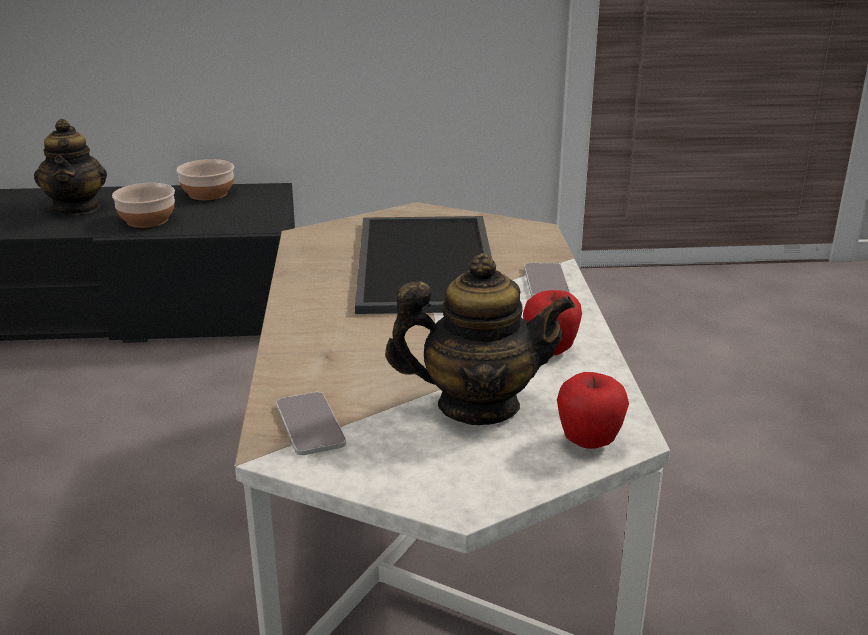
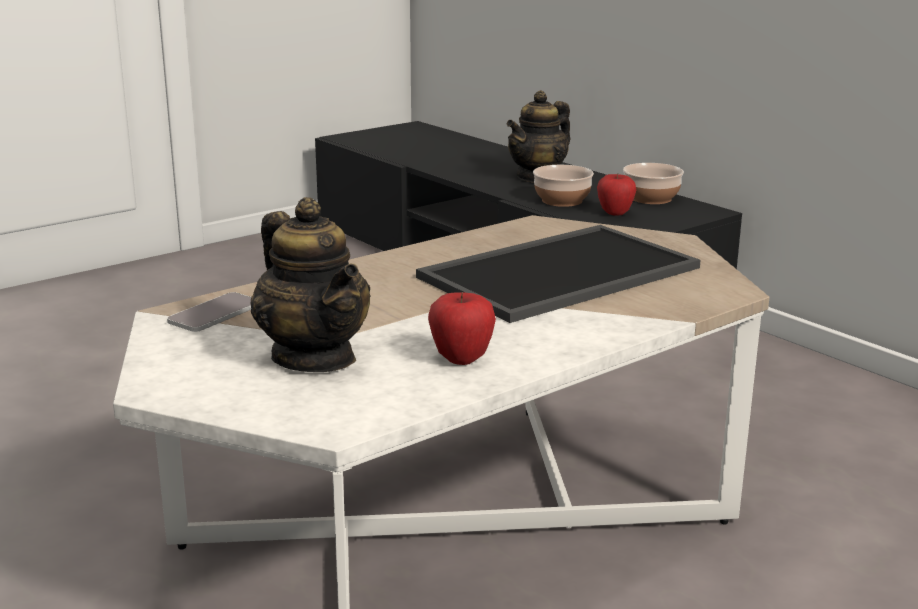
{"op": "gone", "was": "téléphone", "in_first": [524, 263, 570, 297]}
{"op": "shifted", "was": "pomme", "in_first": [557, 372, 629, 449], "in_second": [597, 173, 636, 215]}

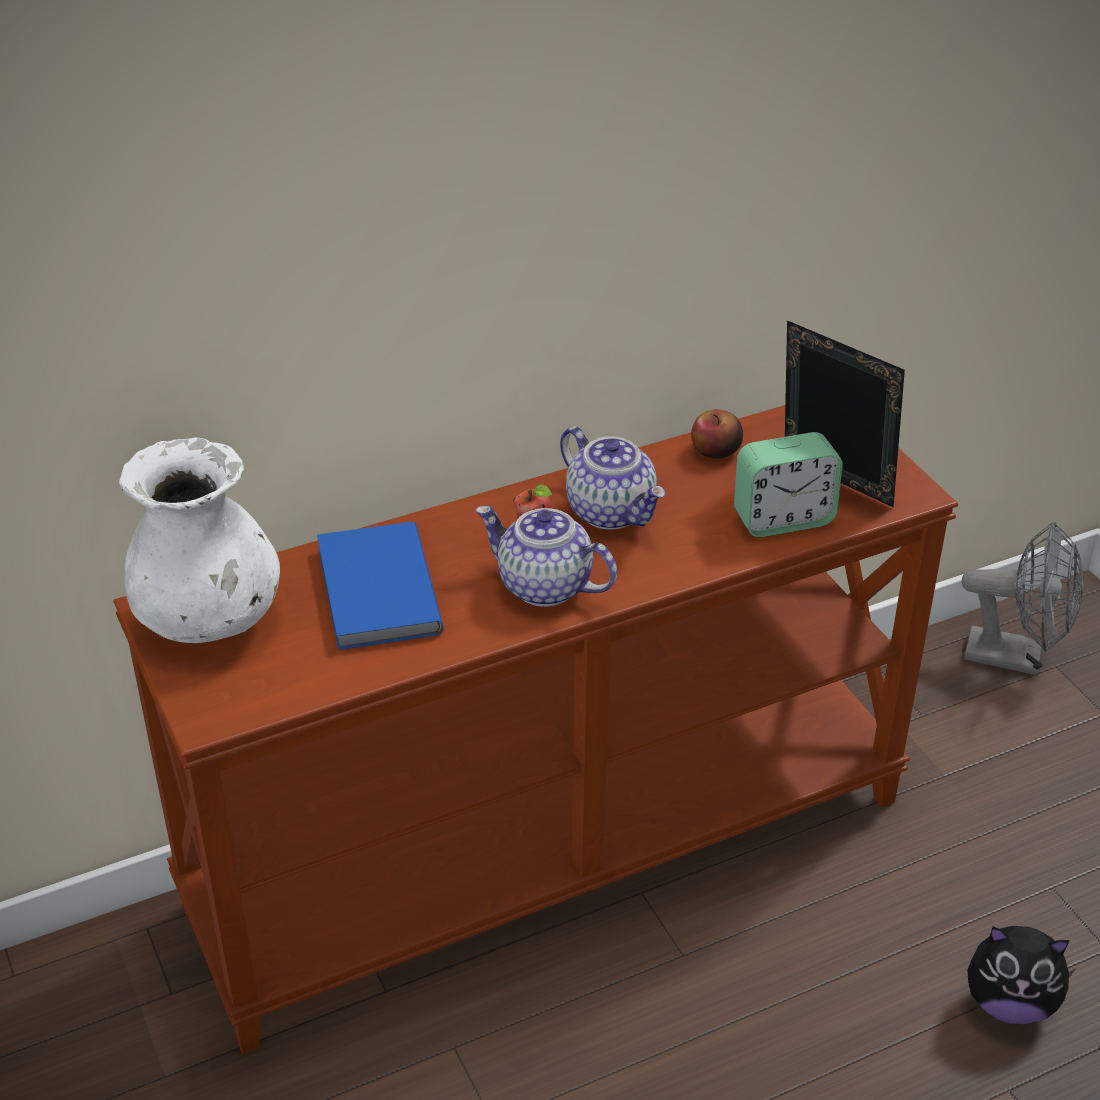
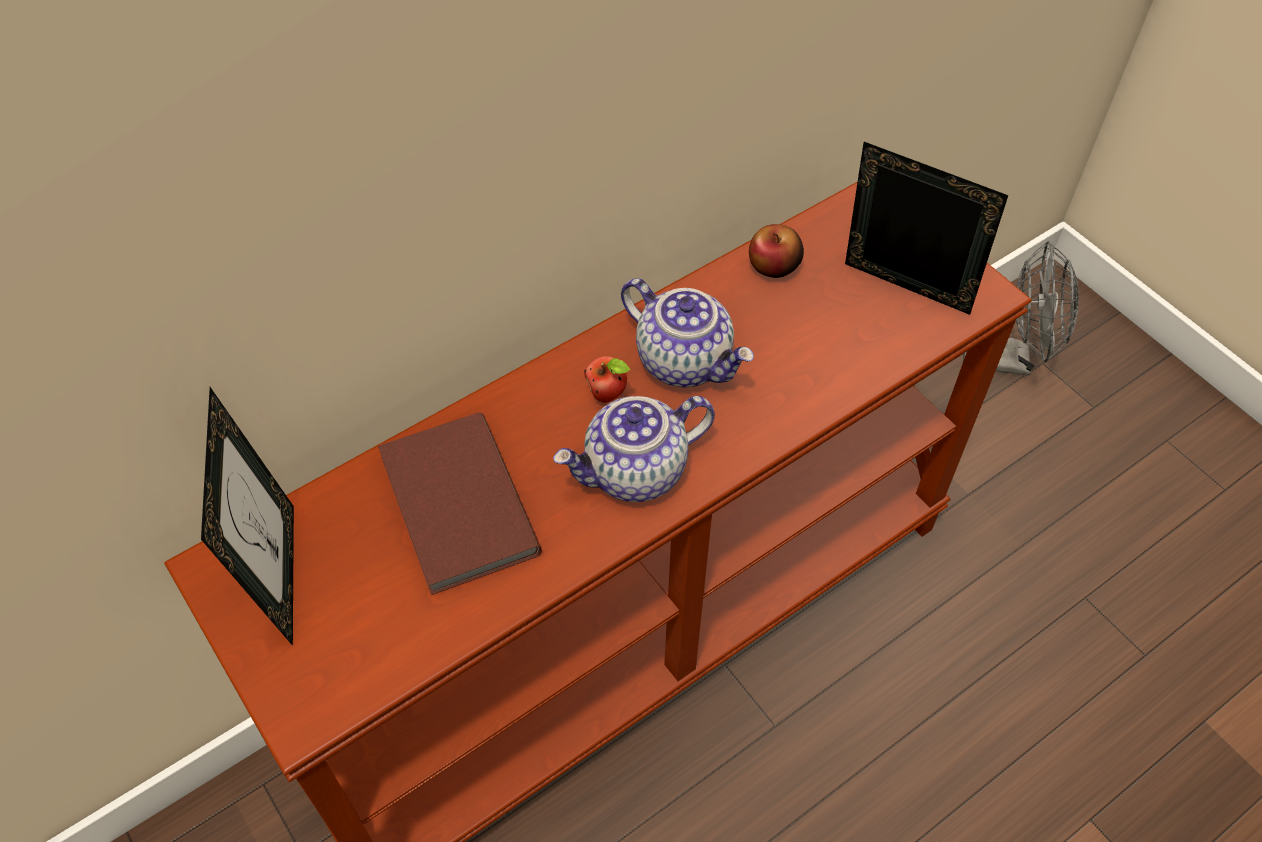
{"op": "gone", "was": "réveil", "in_first": [734, 432, 843, 537]}
{"op": "swapped", "was": "vase [blanc]", "now": "cadre photo", "in_first": [119, 438, 280, 643], "in_second": [201, 387, 294, 646]}
{"op": "rotated", "was": "théière", "in_first": [475, 505, 617, 607], "in_second": [553, 396, 715, 502], "clockwise": -45}
{"op": "repainted", "was": "livre [bleu]", "now": "livre [marron]", "in_first": [317, 522, 443, 650], "in_second": [378, 412, 542, 595]}
{"op": "gone", "was": "peluche", "in_first": [967, 926, 1075, 1025]}

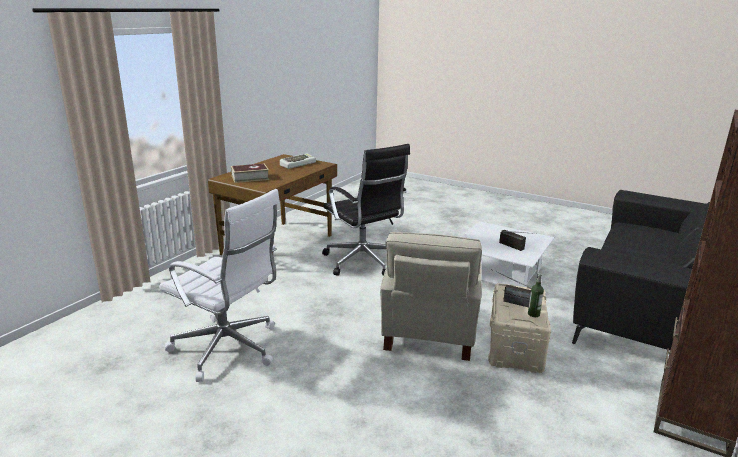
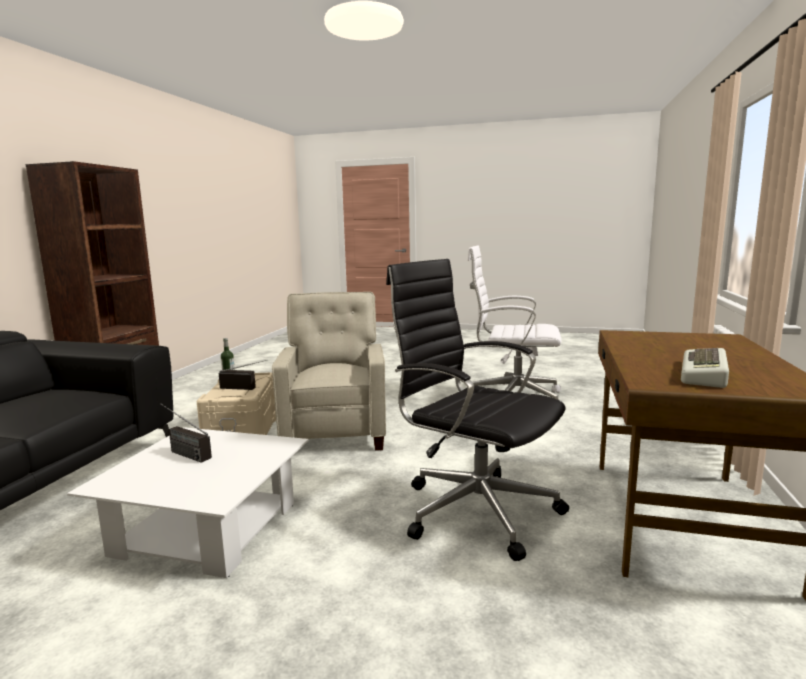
{"op": "gone", "was": "livre", "in_first": [231, 163, 269, 183]}

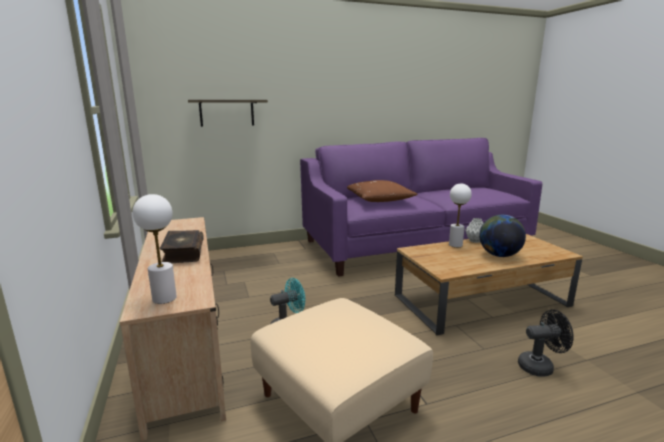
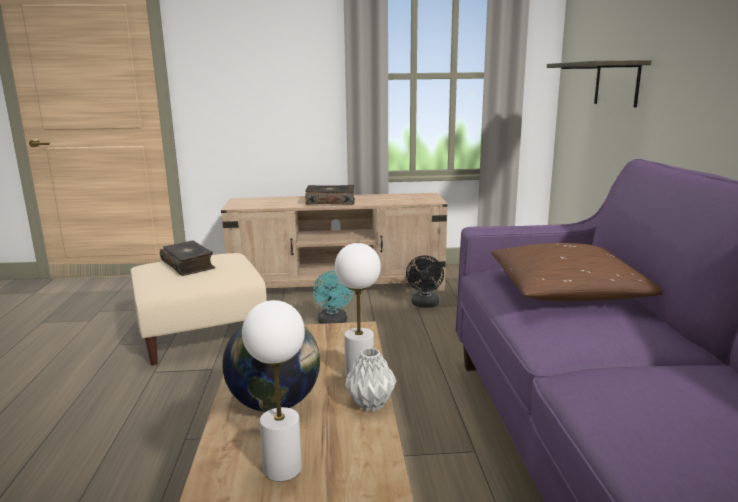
{"op": "shifted", "was": "lampe de table [blanc]", "in_first": [133, 194, 177, 304], "in_second": [242, 300, 305, 481]}
{"op": "shifted", "was": "ventilateur [noir]", "in_first": [518, 309, 574, 377], "in_second": [406, 255, 444, 308]}
{"op": "new", "now": "livre", "in_second": [160, 240, 216, 276]}

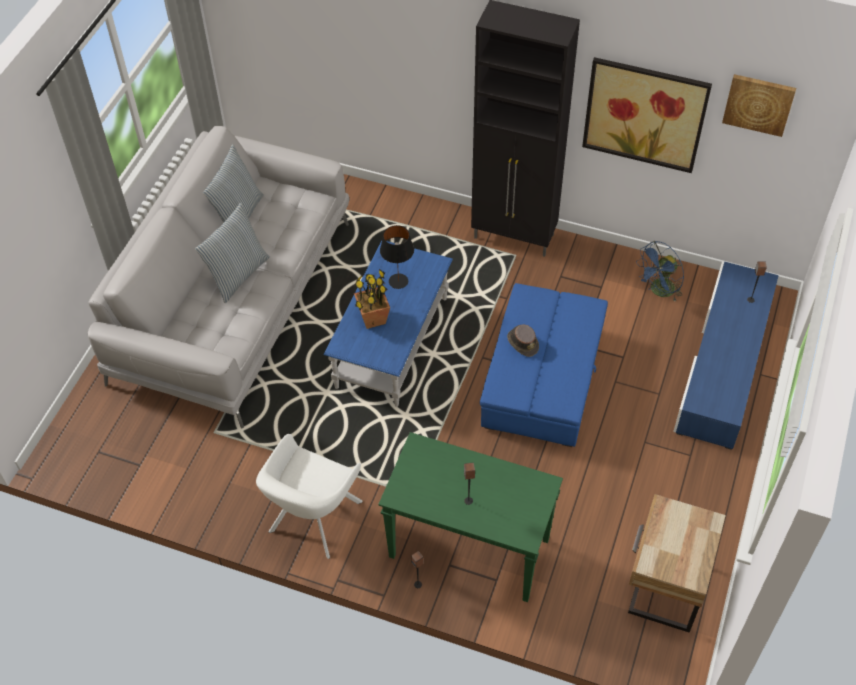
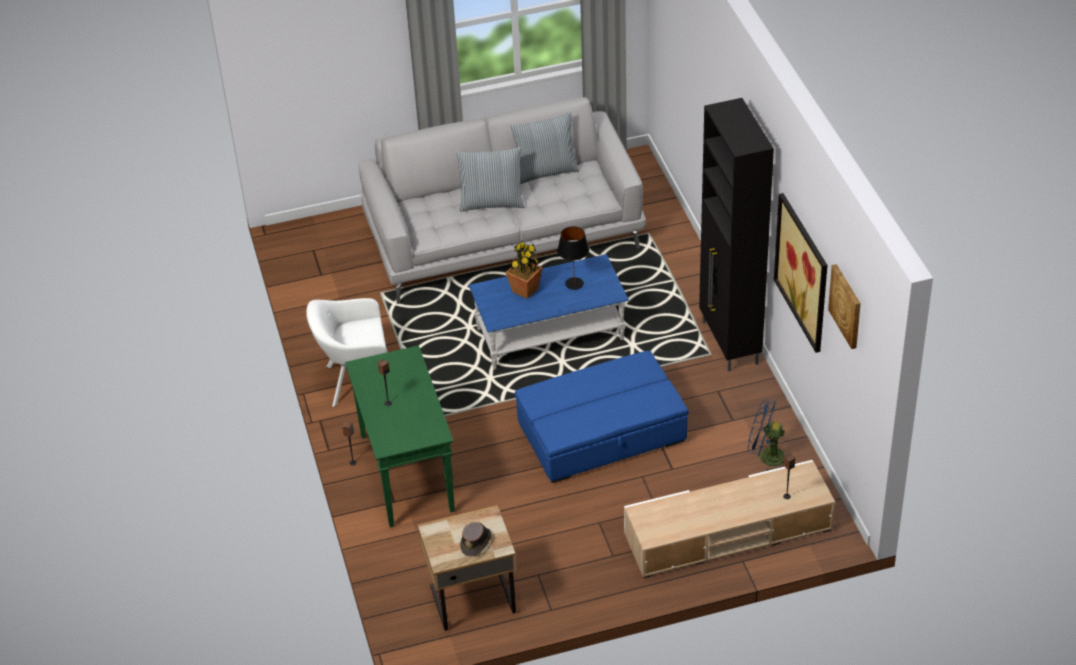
{"op": "repainted", "was": "meuble télé [bleu]", "now": "meuble télé [beige]", "in_first": [673, 261, 779, 450], "in_second": [624, 460, 835, 578]}
{"op": "shifted", "was": "chapeau [marron]", "in_first": [507, 325, 539, 357], "in_second": [460, 522, 491, 557]}

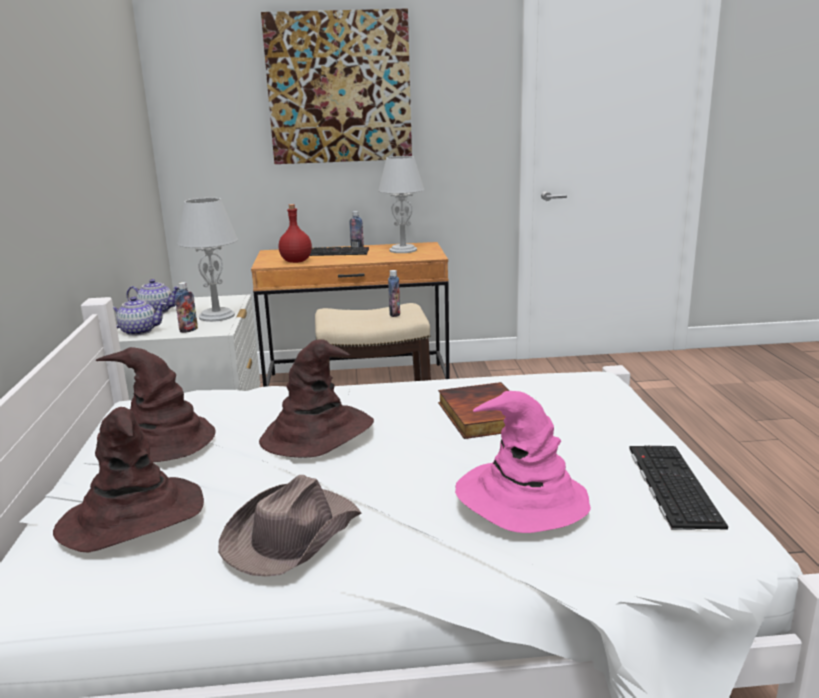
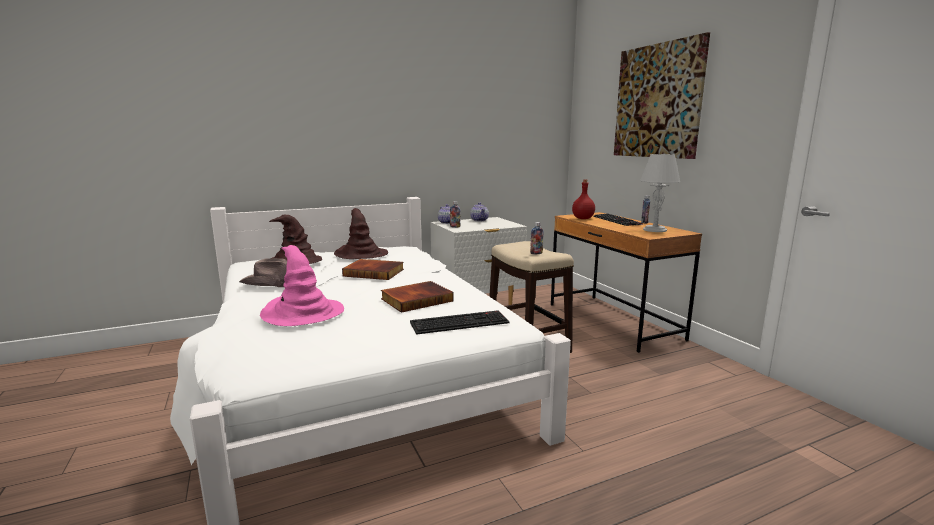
{"op": "gone", "was": "lampe de table [gris]", "in_first": [177, 198, 238, 322]}
{"op": "swapped", "was": "chapeau [marron]", "now": "livre", "in_first": [259, 339, 374, 457], "in_second": [342, 259, 404, 280]}
{"op": "shifted", "was": "clavier", "in_first": [629, 446, 728, 530], "in_second": [410, 310, 510, 335]}

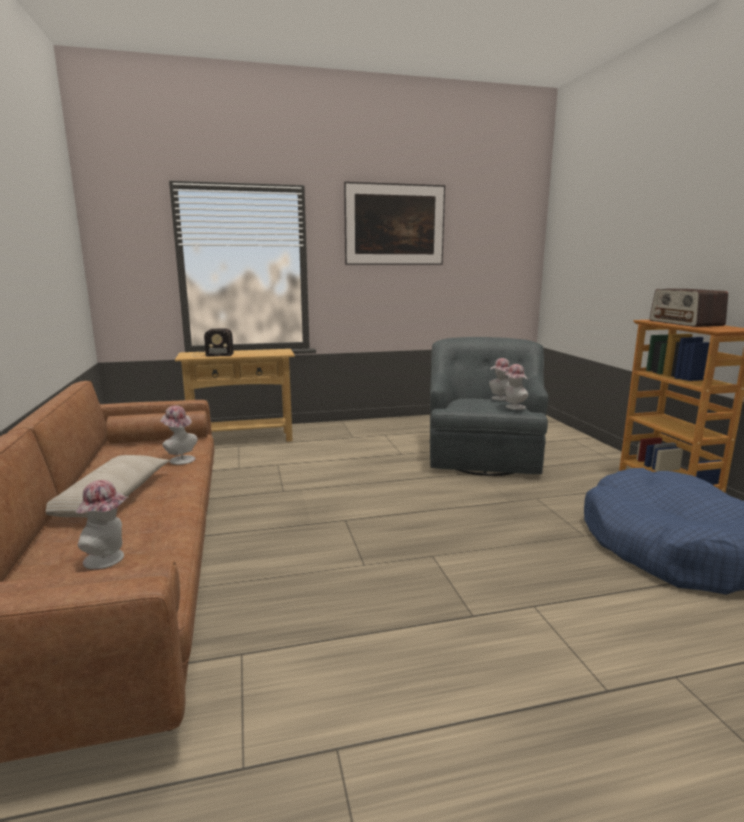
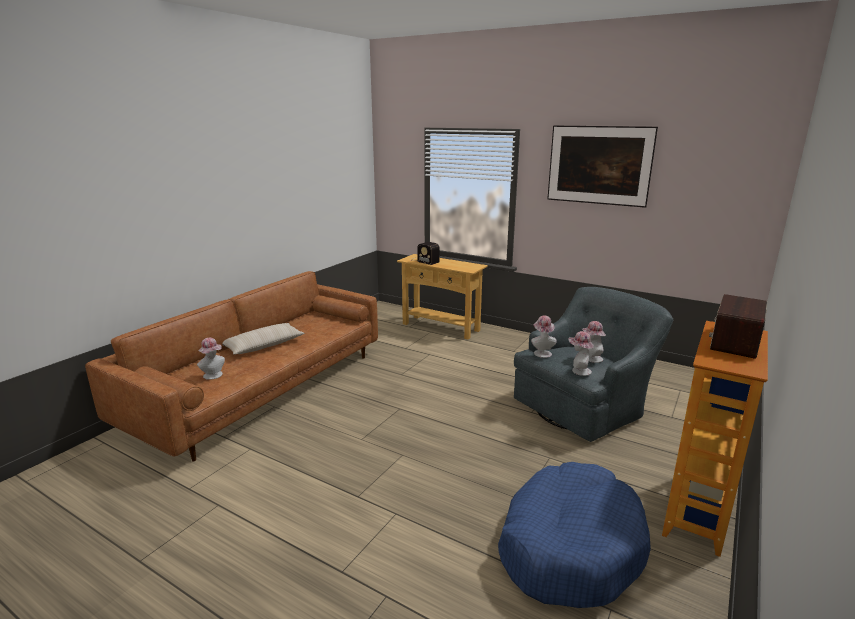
{"op": "shifted", "was": "chapeau", "in_first": [160, 405, 198, 465], "in_second": [531, 315, 557, 358]}

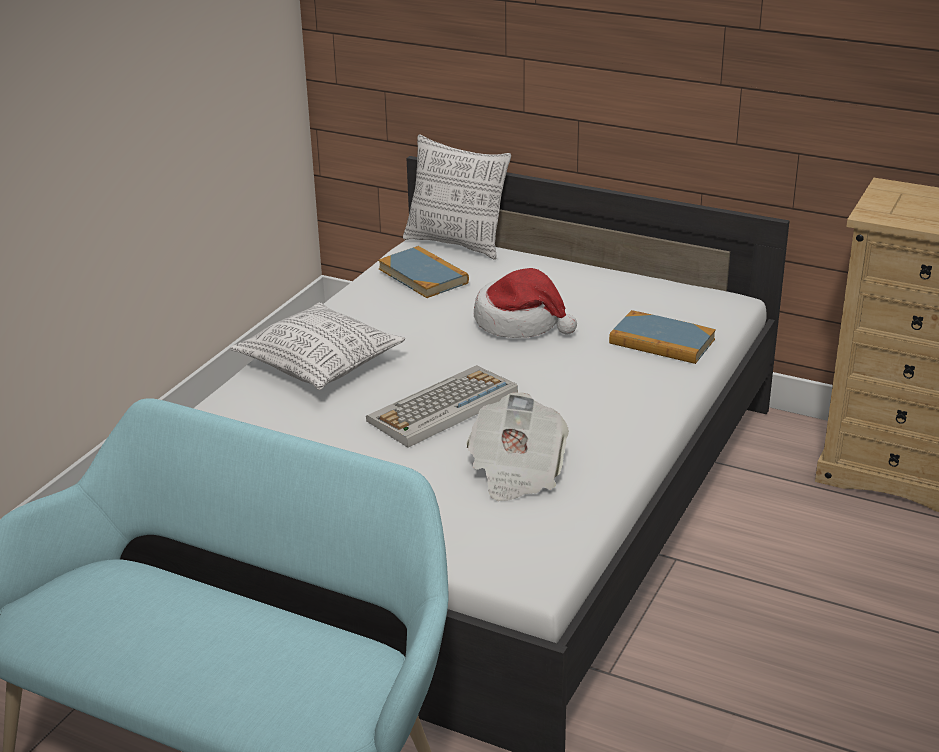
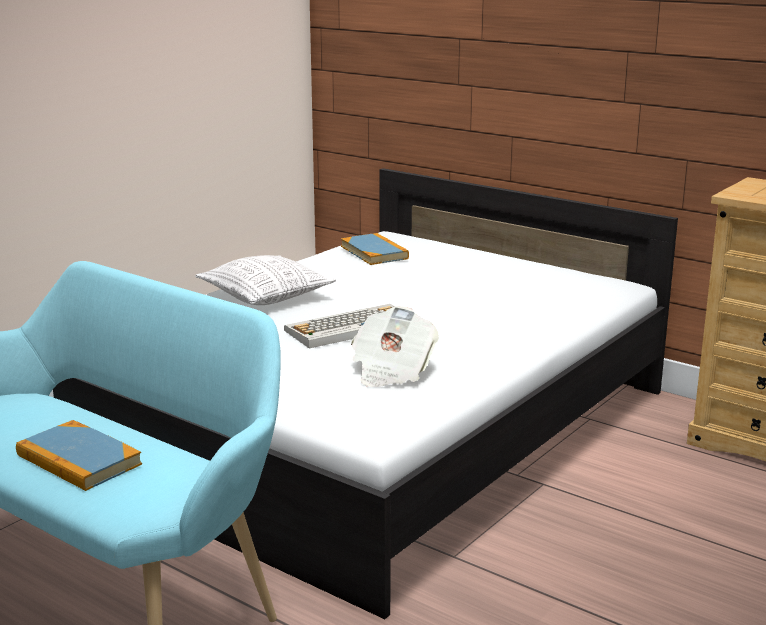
{"op": "gone", "was": "coussin", "in_first": [403, 135, 511, 260]}
{"op": "gone", "was": "chapeau", "in_first": [474, 268, 577, 338]}
{"op": "shifted", "was": "livre", "in_first": [609, 310, 716, 364], "in_second": [16, 420, 142, 491]}

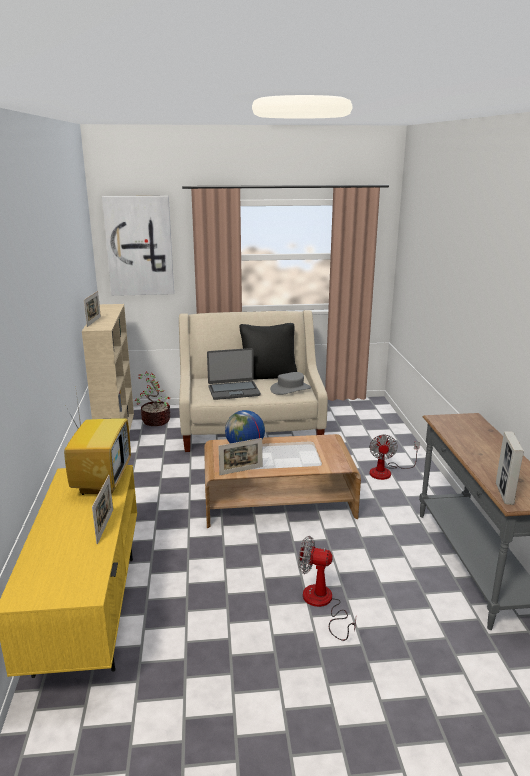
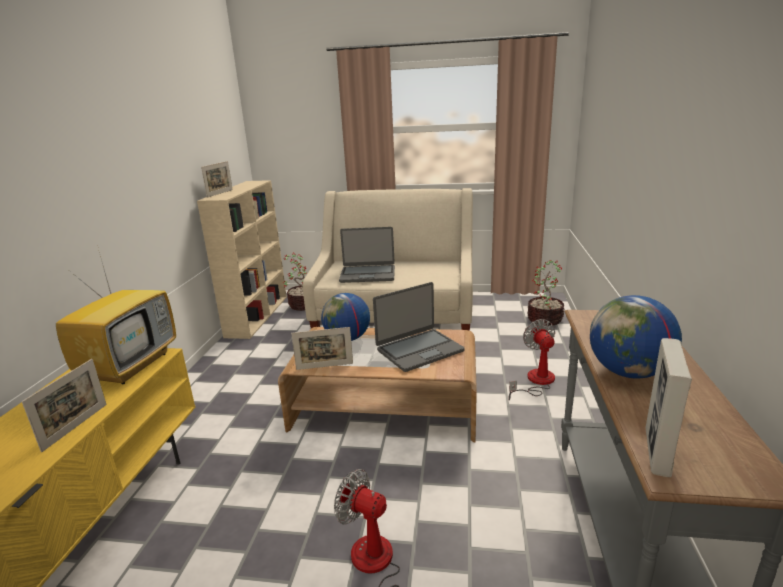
{"op": "gone", "was": "tableau", "in_first": [102, 196, 174, 296]}
{"op": "gone", "was": "coussin [noir]", "in_first": [240, 323, 297, 380]}
{"op": "gone", "was": "chapeau [gris]", "in_first": [270, 372, 311, 395]}
{"op": "rotated", "was": "ventilateur", "in_first": [369, 434, 420, 480], "in_second": [508, 319, 555, 401], "clockwise": 150}
{"op": "new", "now": "plante en pot", "in_second": [528, 260, 564, 326]}
{"op": "new", "now": "ordinateur portable", "in_second": [373, 282, 465, 372]}
{"op": "new", "now": "globe", "in_second": [590, 295, 682, 378]}

